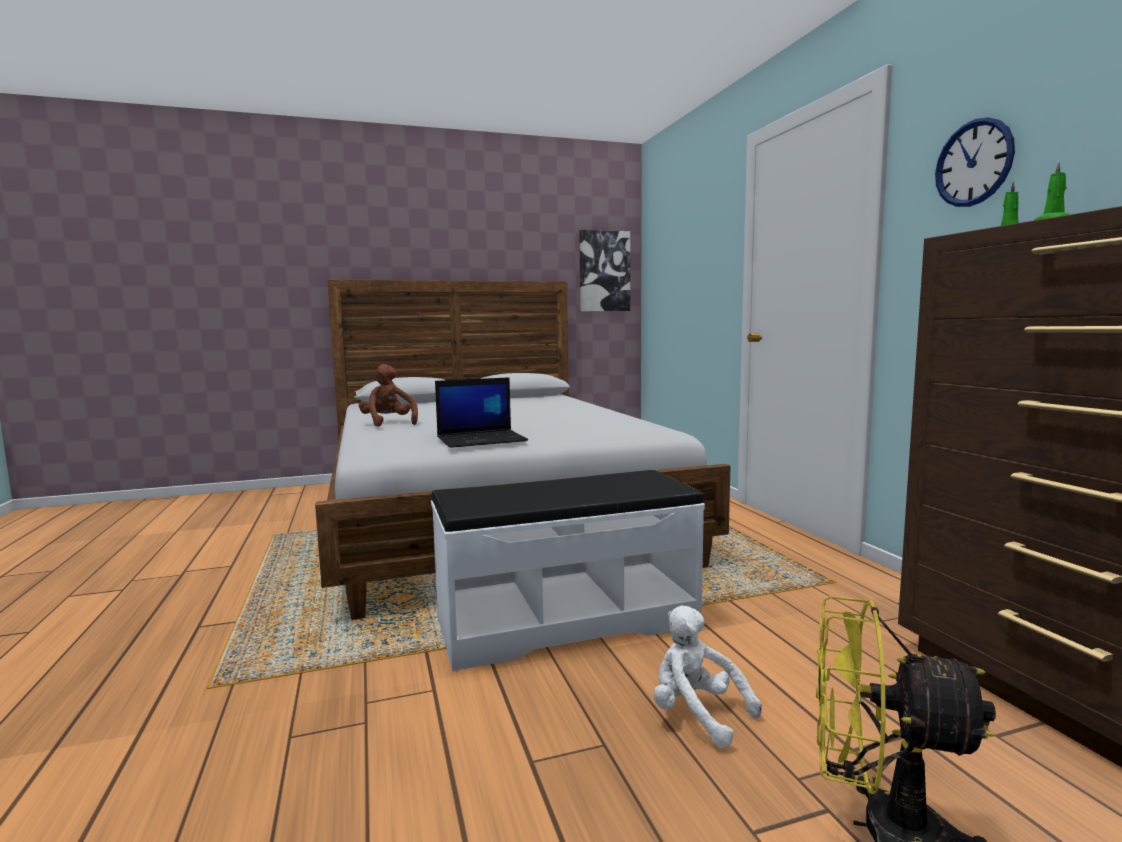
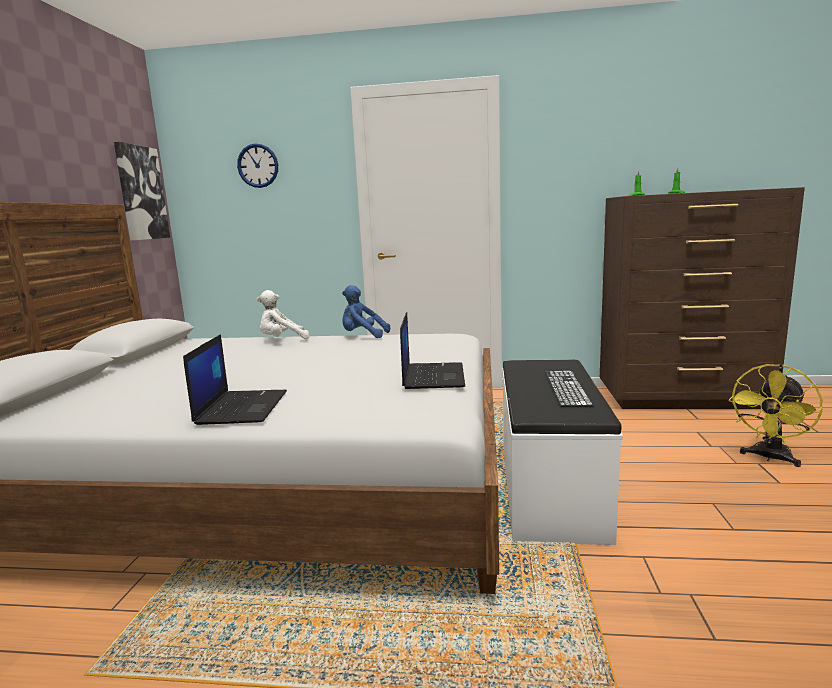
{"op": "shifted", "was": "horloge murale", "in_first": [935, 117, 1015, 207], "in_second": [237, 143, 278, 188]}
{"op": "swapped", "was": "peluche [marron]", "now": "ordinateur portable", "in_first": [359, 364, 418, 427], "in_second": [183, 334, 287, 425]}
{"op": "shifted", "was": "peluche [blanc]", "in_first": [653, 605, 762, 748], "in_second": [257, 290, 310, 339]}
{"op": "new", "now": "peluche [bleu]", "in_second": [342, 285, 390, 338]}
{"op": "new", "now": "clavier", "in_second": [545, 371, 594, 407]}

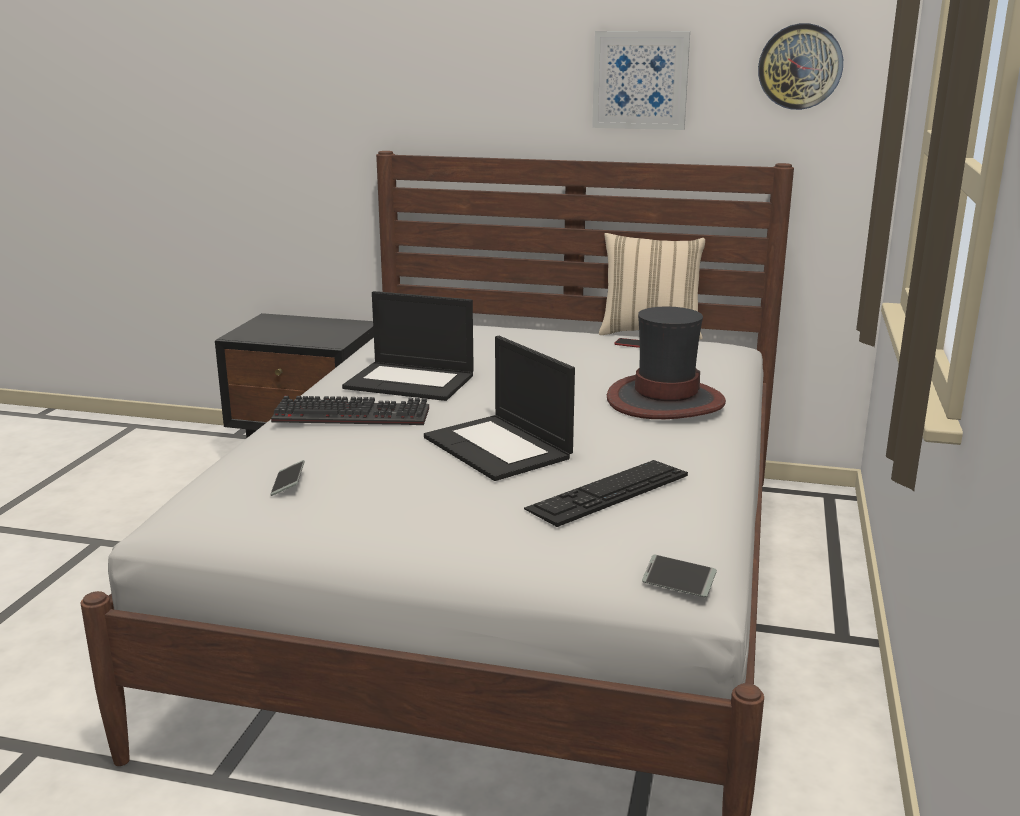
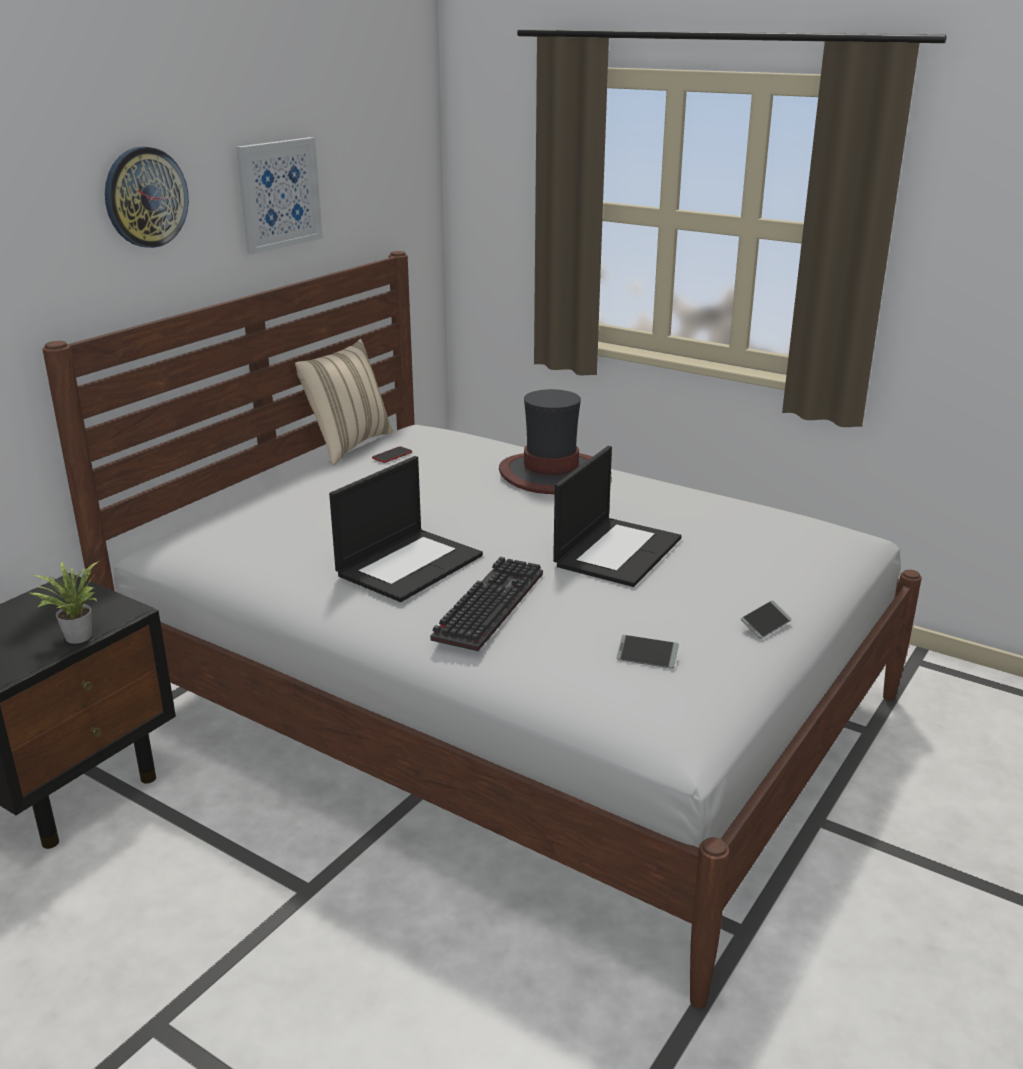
{"op": "shifted", "was": "horloge murale", "in_first": [758, 23, 843, 110], "in_second": [105, 147, 189, 248]}
{"op": "rotated", "was": "ordinateur portable", "in_first": [424, 336, 575, 481], "in_second": [553, 446, 682, 587], "clockwise": -45}
{"op": "gone", "was": "clavier", "in_first": [524, 460, 688, 527]}
{"op": "shifted", "was": "téléphone", "in_first": [642, 555, 717, 597], "in_second": [741, 601, 792, 639]}
{"op": "new", "now": "plante en pot", "in_second": [30, 561, 99, 644]}

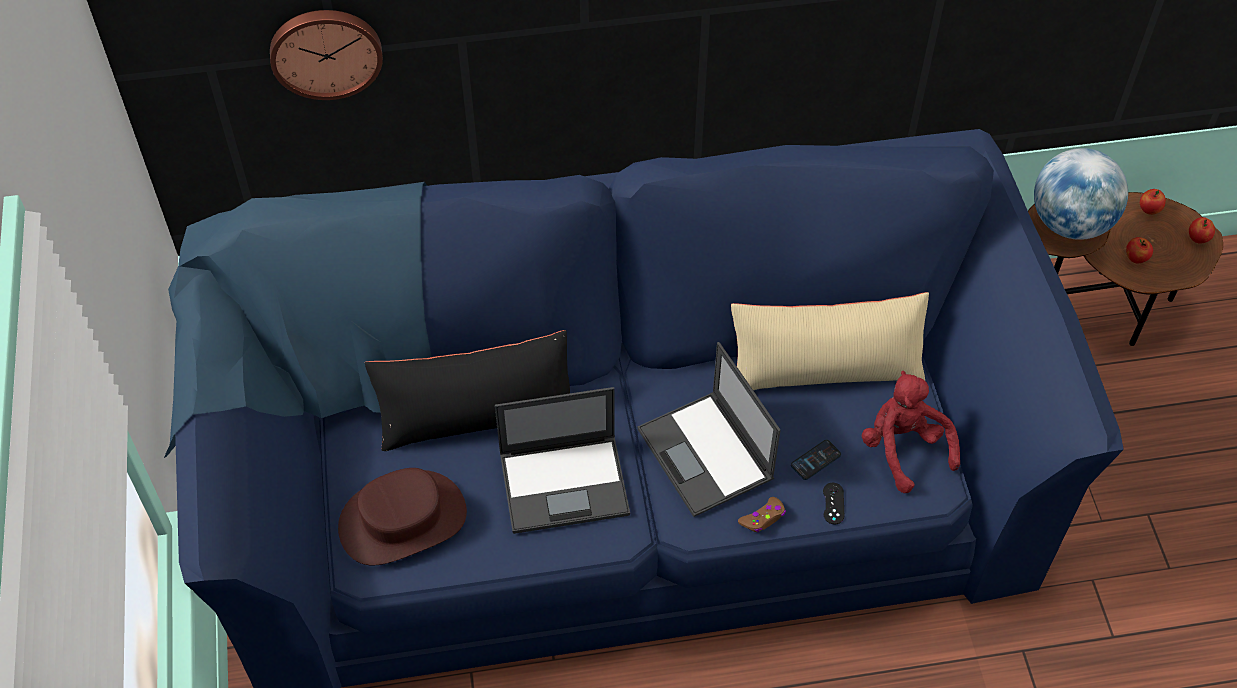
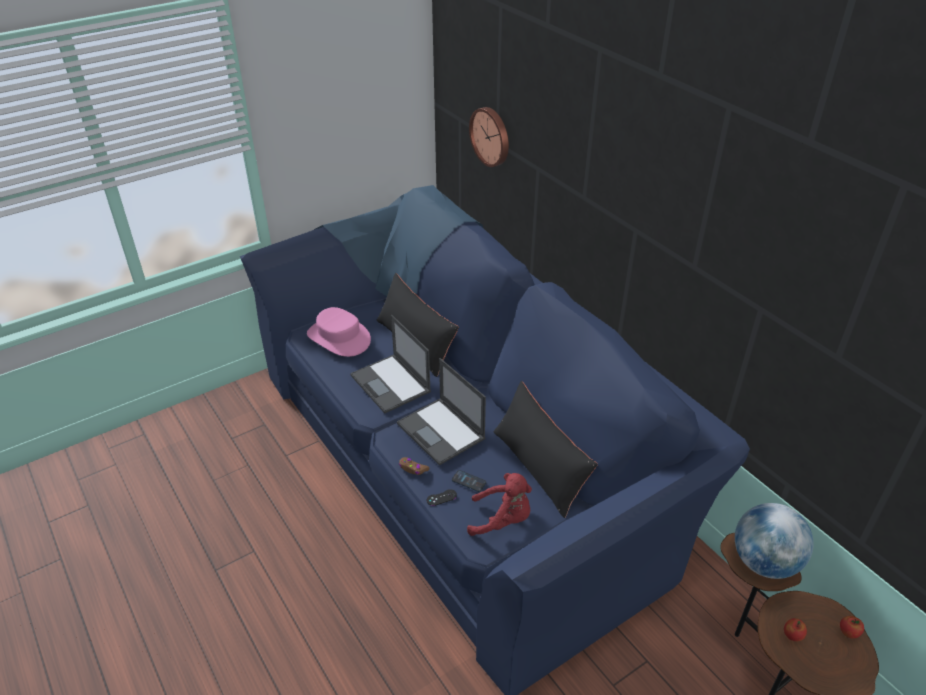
{"op": "gone", "was": "pomme", "in_first": [1189, 217, 1215, 244]}
{"op": "repainted", "was": "coussin [beige]", "now": "coussin [noir]", "in_first": [731, 292, 929, 390], "in_second": [493, 381, 598, 518]}
{"op": "rotated", "was": "ordinateur portable", "in_first": [638, 342, 781, 517], "in_second": [397, 358, 486, 466], "clockwise": -75}
{"op": "rotated", "was": "peluche [rouge]", "in_first": [861, 371, 960, 493], "in_second": [467, 473, 532, 536], "clockwise": 60}
{"op": "repainted", "was": "chapeau [marron]", "now": "chapeau [rose]", "in_first": [338, 468, 467, 565], "in_second": [307, 307, 371, 357]}

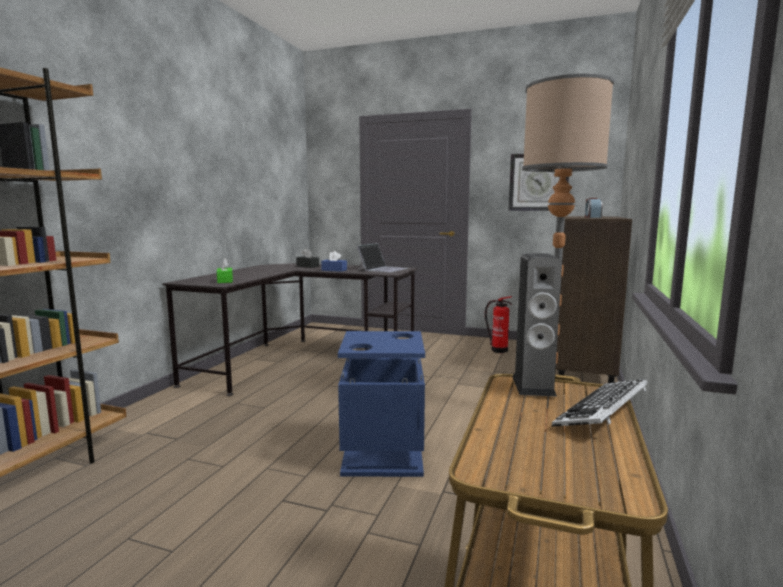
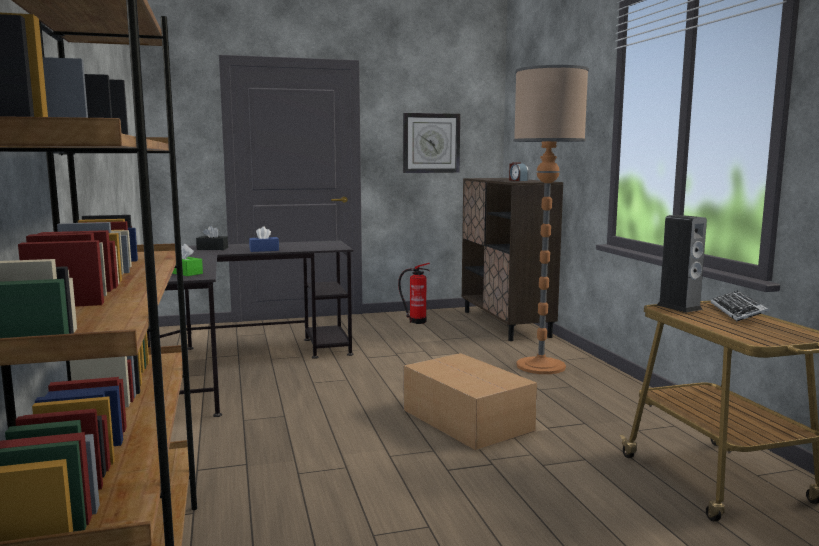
{"op": "gone", "was": "ordinateur portable", "in_first": [357, 243, 408, 272]}
{"op": "swapped", "was": "poubelle [bleu]", "now": "carton", "in_first": [338, 331, 425, 477], "in_second": [404, 353, 537, 450]}

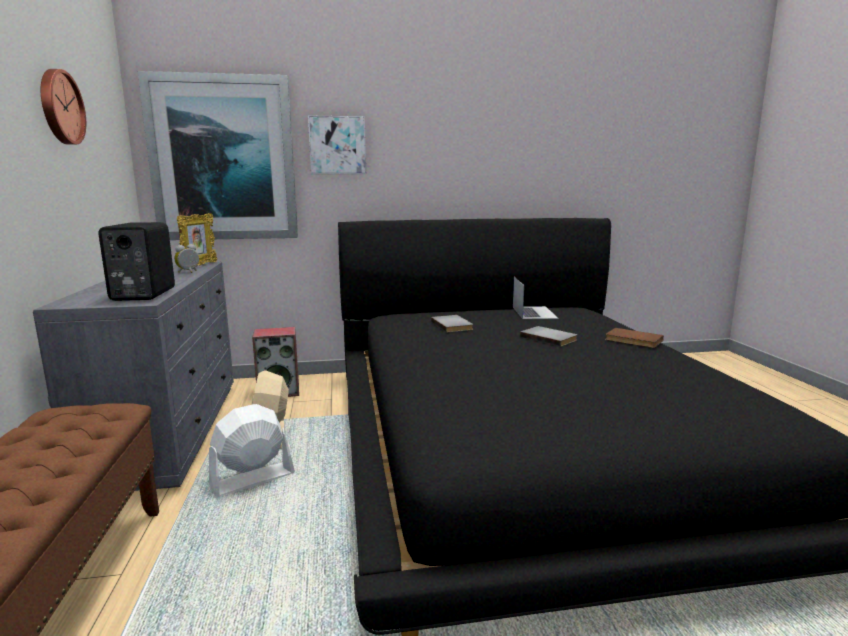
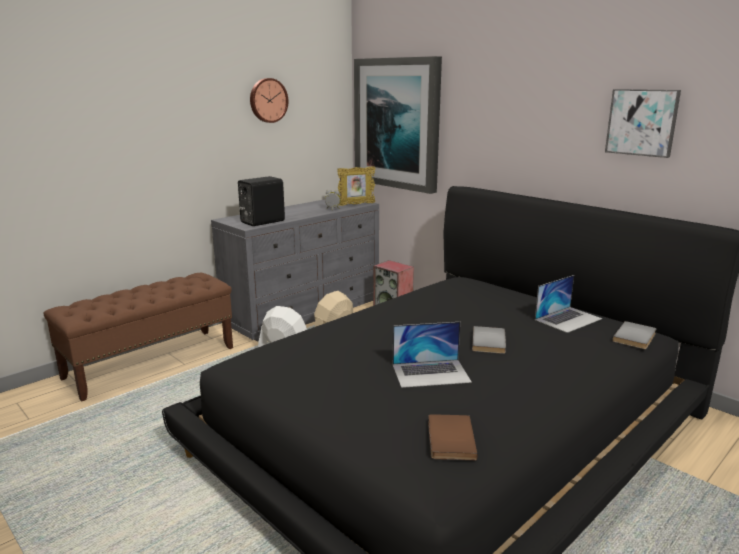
{"op": "shifted", "was": "tableau", "in_first": [308, 115, 366, 174], "in_second": [605, 89, 681, 158]}
{"op": "shifted", "was": "livre [gris]", "in_first": [431, 315, 473, 332], "in_second": [612, 321, 656, 349]}
{"op": "shifted", "was": "livre [marron]", "in_first": [605, 328, 664, 348], "in_second": [428, 414, 478, 460]}
{"op": "new", "now": "ordinateur portable", "in_second": [393, 322, 472, 388]}

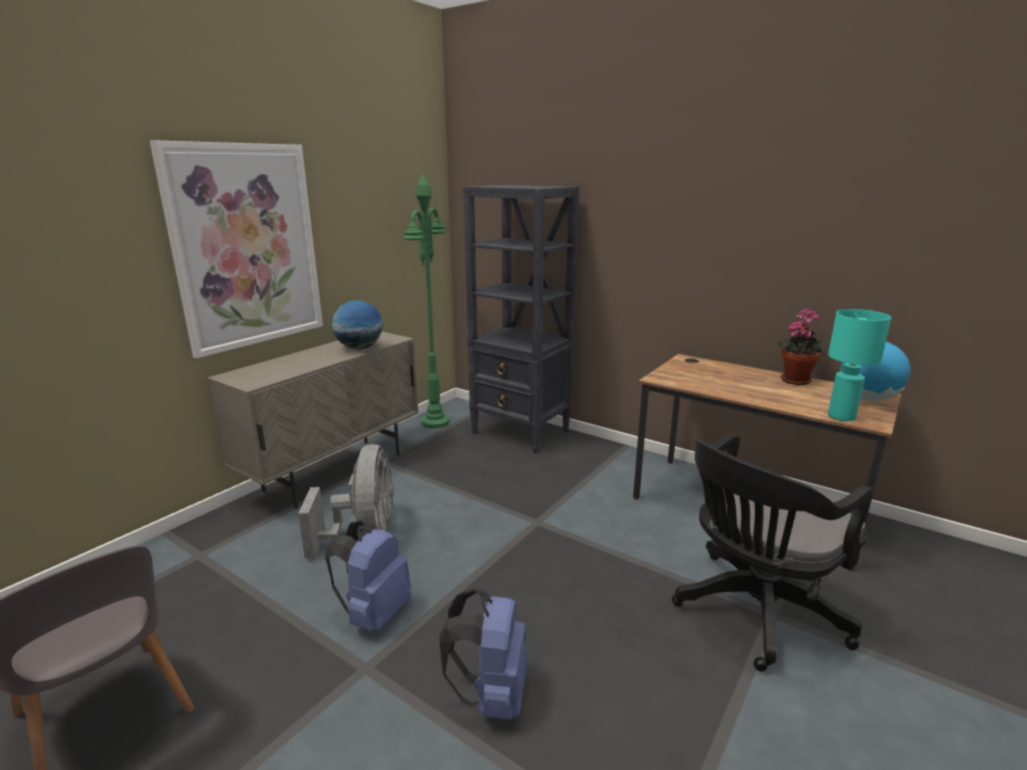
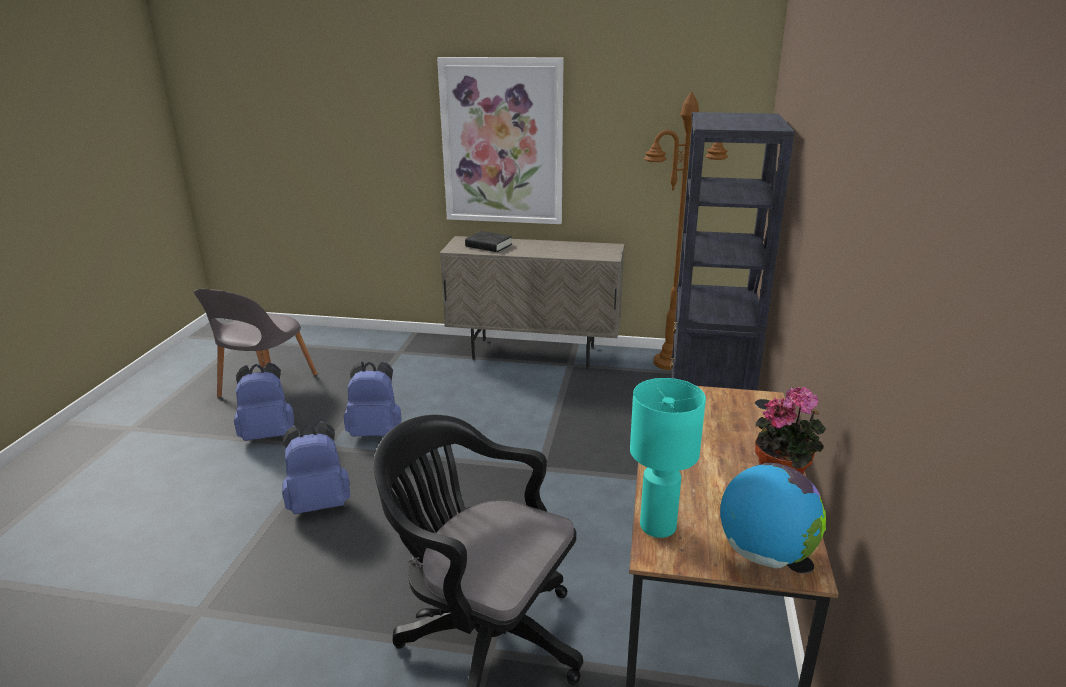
{"op": "repainted", "was": "lampadaire [vert]", "now": "lampadaire [marron]", "in_first": [403, 175, 450, 428], "in_second": [644, 91, 728, 370]}
{"op": "gone", "was": "globe", "in_first": [332, 300, 383, 349]}
{"op": "gone", "was": "ventilateur [gris]", "in_first": [298, 444, 394, 558]}
{"op": "new", "now": "livre [noir]", "in_second": [465, 231, 512, 252]}
{"op": "new", "now": "sac à dos [bleu]", "in_second": [234, 363, 294, 441]}

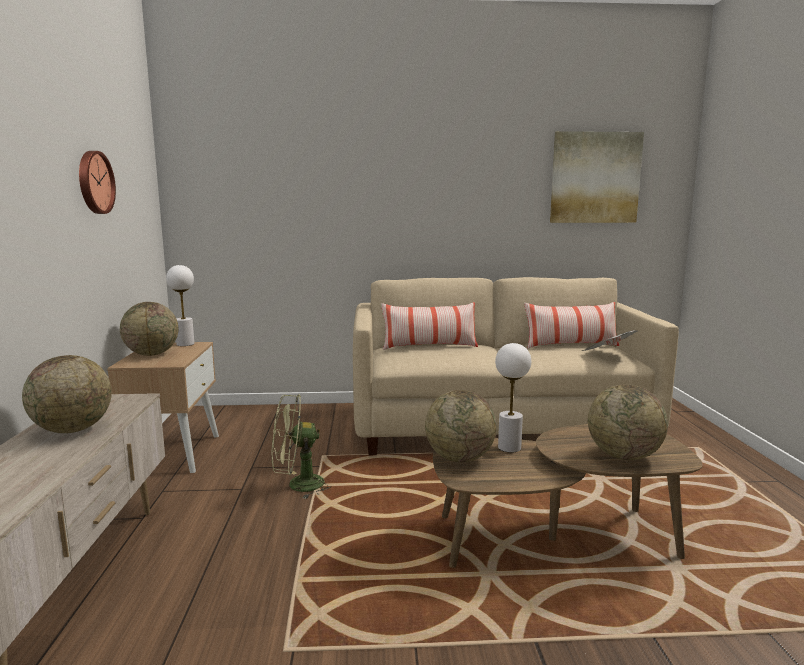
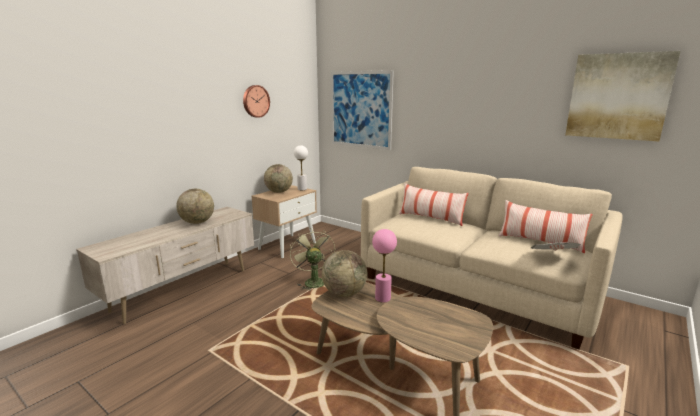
{"op": "repainted", "was": "lampe de table [blanc]", "now": "lampe de table [rose]", "in_first": [495, 343, 531, 453], "in_second": [372, 229, 397, 303]}
{"op": "gone", "was": "globe", "in_first": [588, 384, 668, 460]}
{"op": "rotated", "was": "ventilateur [vert]", "in_first": [272, 394, 331, 499], "in_second": [290, 229, 335, 290], "clockwise": 45}
{"op": "new", "now": "tableau", "in_second": [331, 70, 394, 150]}

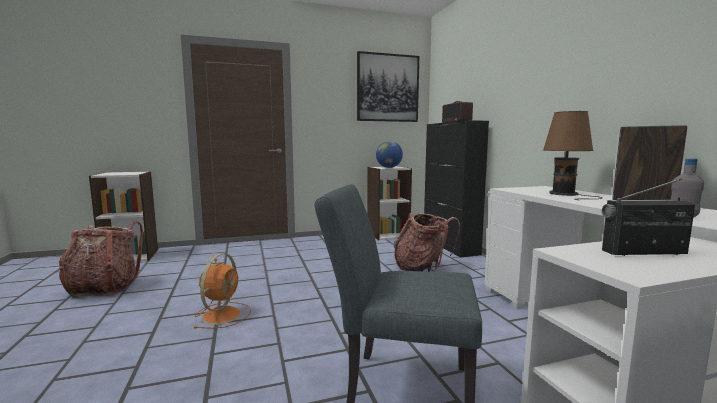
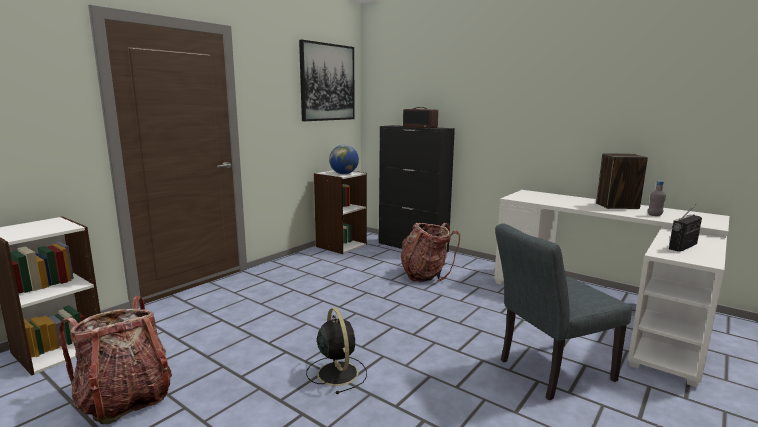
{"op": "gone", "was": "lampe de table [marron]", "in_first": [543, 111, 602, 200]}
{"op": "repainted", "was": "ventilateur [orange]", "now": "ventilateur [noir]", "in_first": [193, 253, 251, 329], "in_second": [306, 308, 367, 394]}

